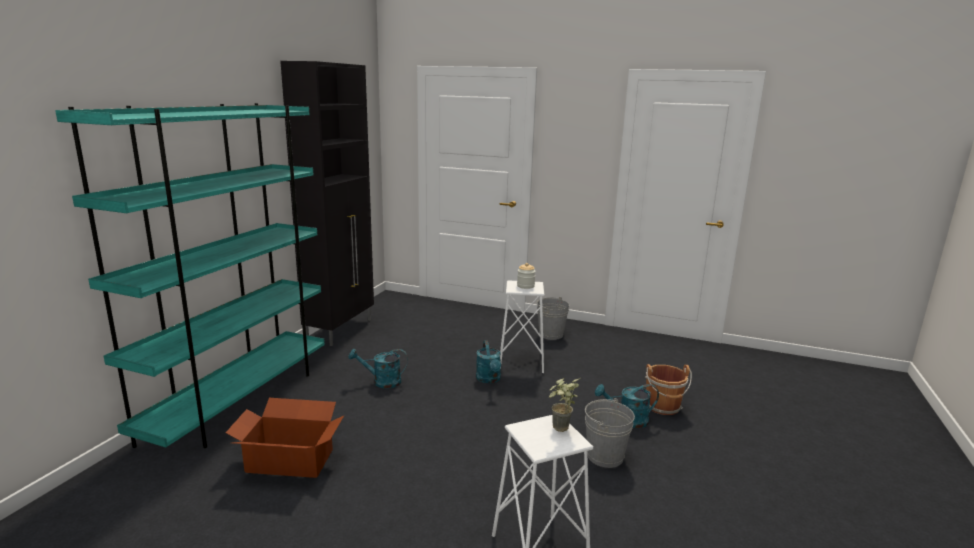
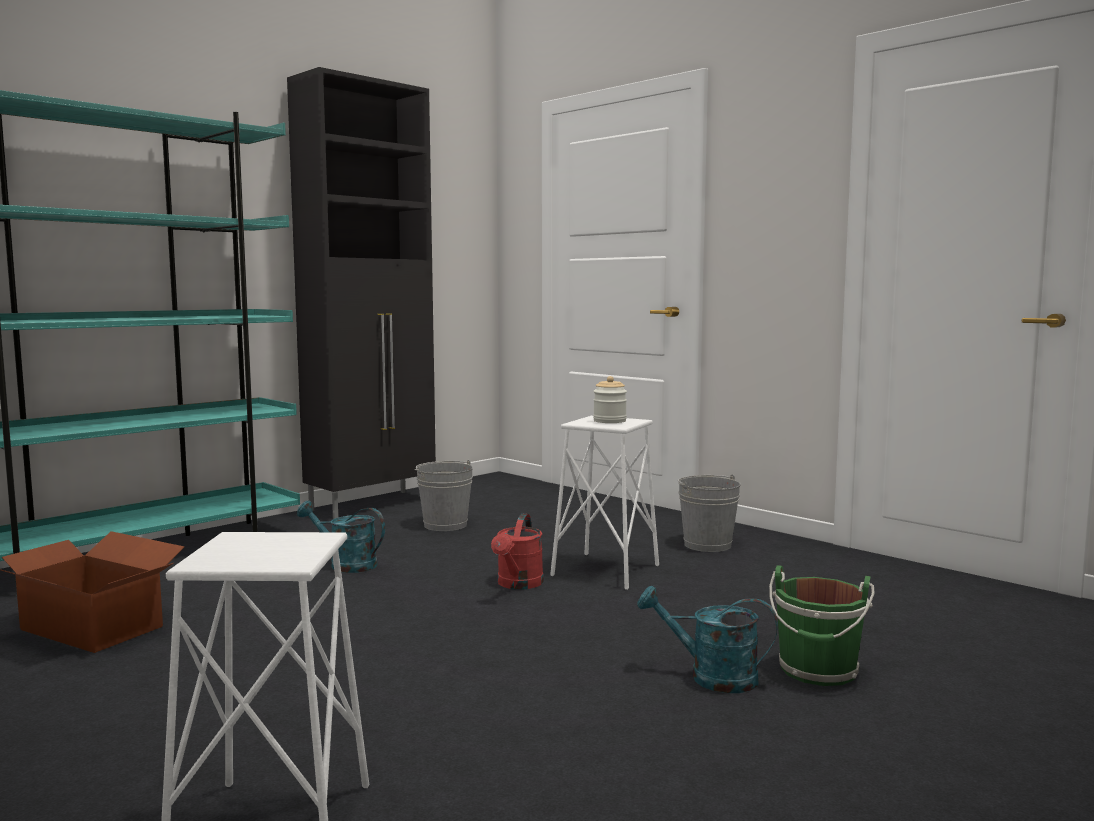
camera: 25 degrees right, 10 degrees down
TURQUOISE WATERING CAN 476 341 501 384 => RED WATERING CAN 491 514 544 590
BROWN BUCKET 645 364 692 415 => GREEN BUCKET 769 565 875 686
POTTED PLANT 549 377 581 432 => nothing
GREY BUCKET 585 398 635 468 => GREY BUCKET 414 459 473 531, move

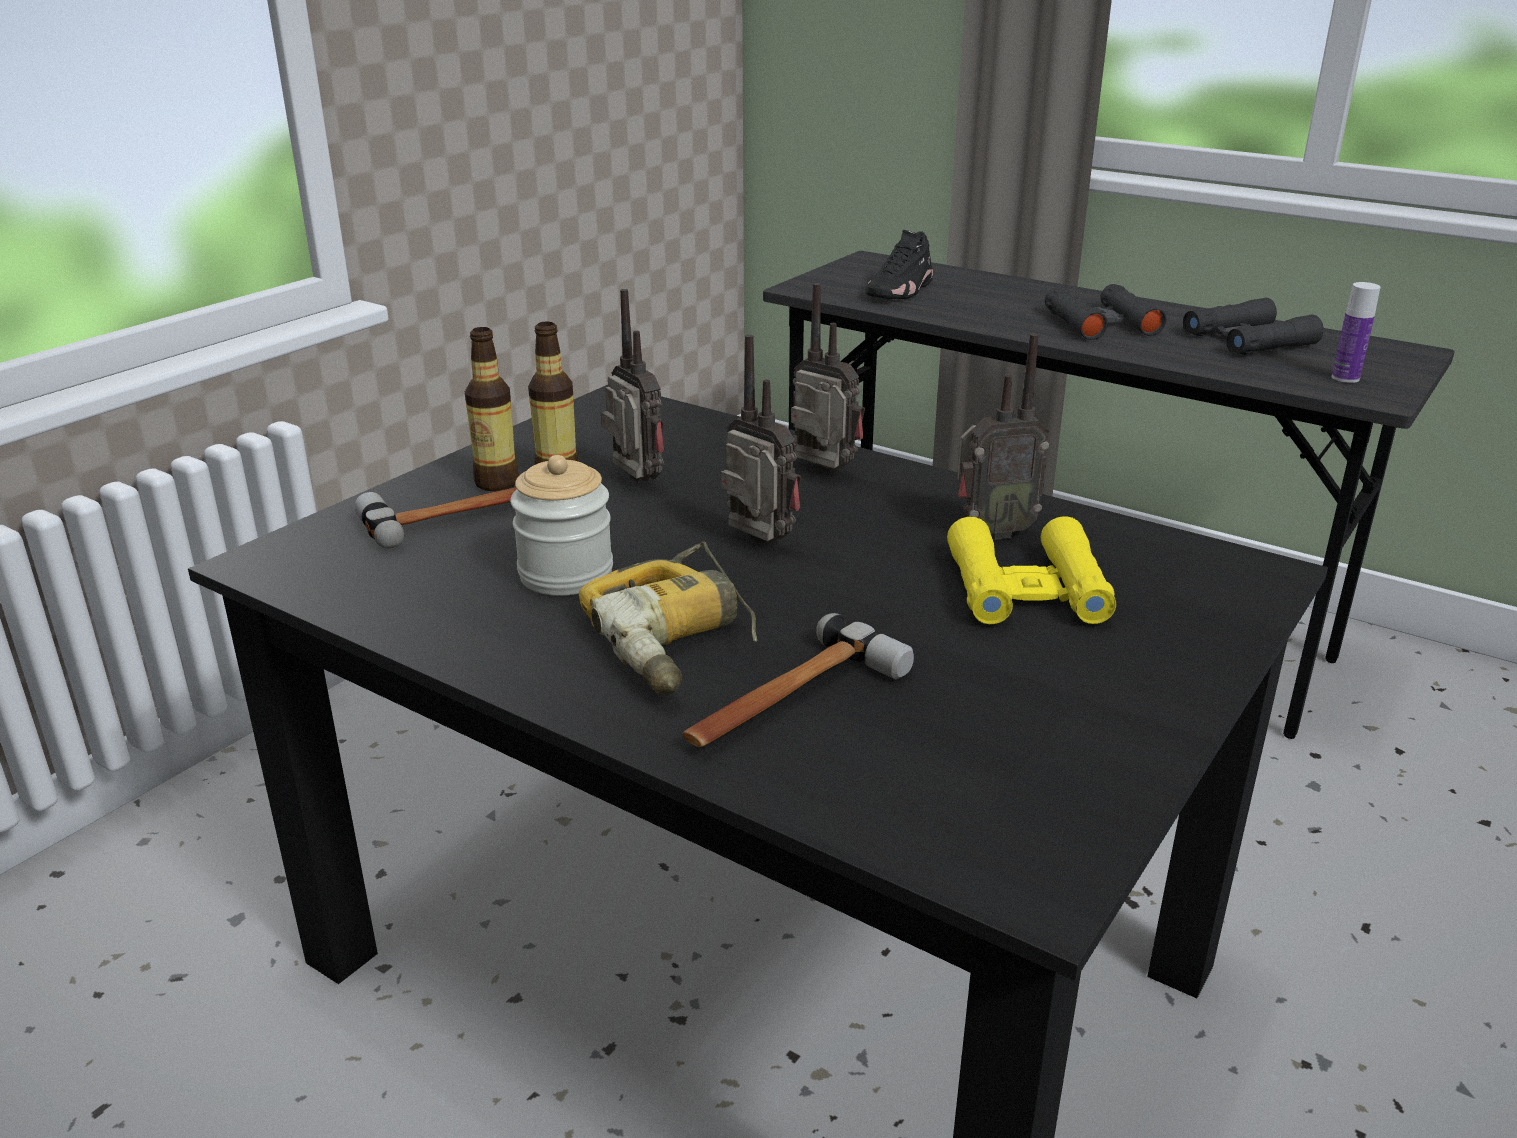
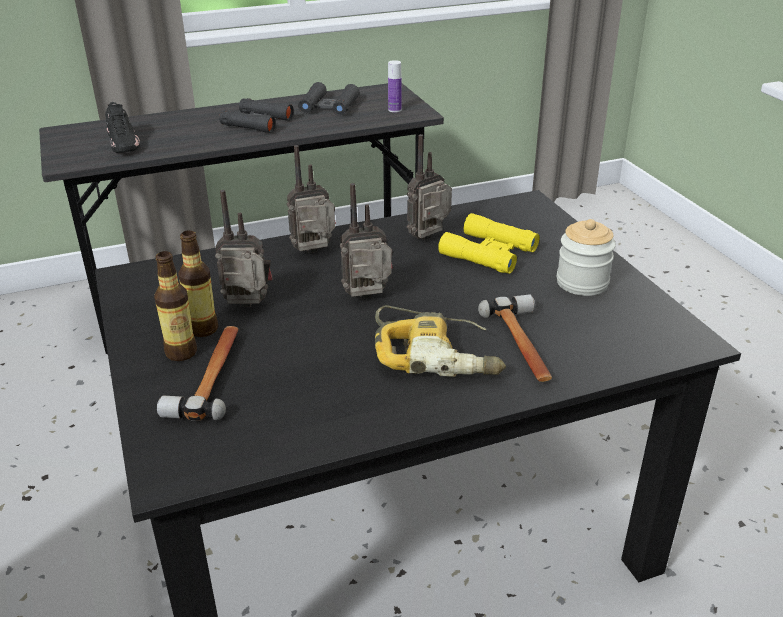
camera: 55 degrees left, 5 degrees up
RADIO 957 333 1049 540 => RADIO 407 134 452 240, 150 degrees counterclockwise
JAR 510 455 613 596 => JAR 557 219 616 296, move

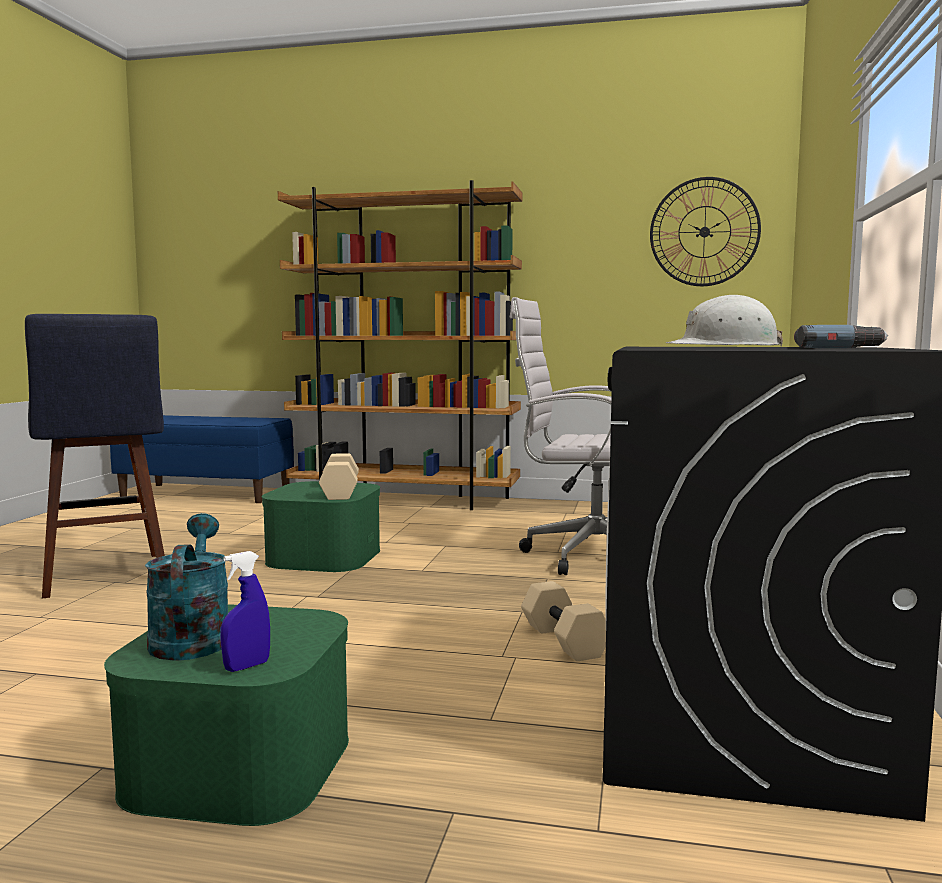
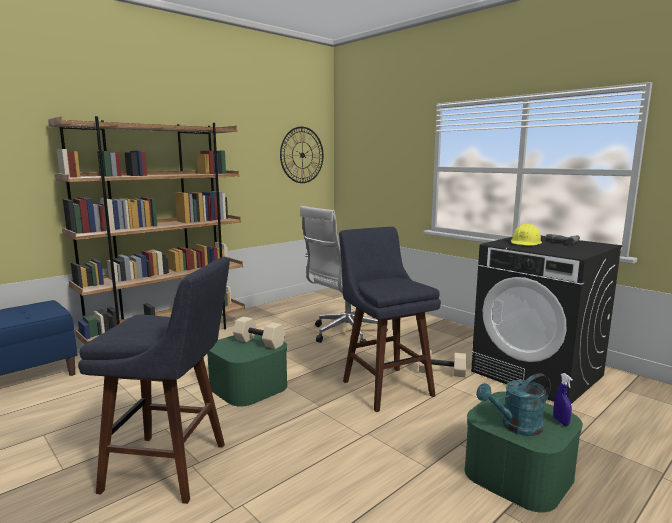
camera: 55 degrees left, 5 degrees up
WHITE HARD HAT 666 295 783 347 => YELLOW HARD HAT 511 224 542 246
TURQUOISE WATERING CAN 145 513 228 661 => TURQUOISE WATERING CAN 476 373 551 436, 45 degrees counterclockwise
nothing => BLUE STOOL 339 227 441 412

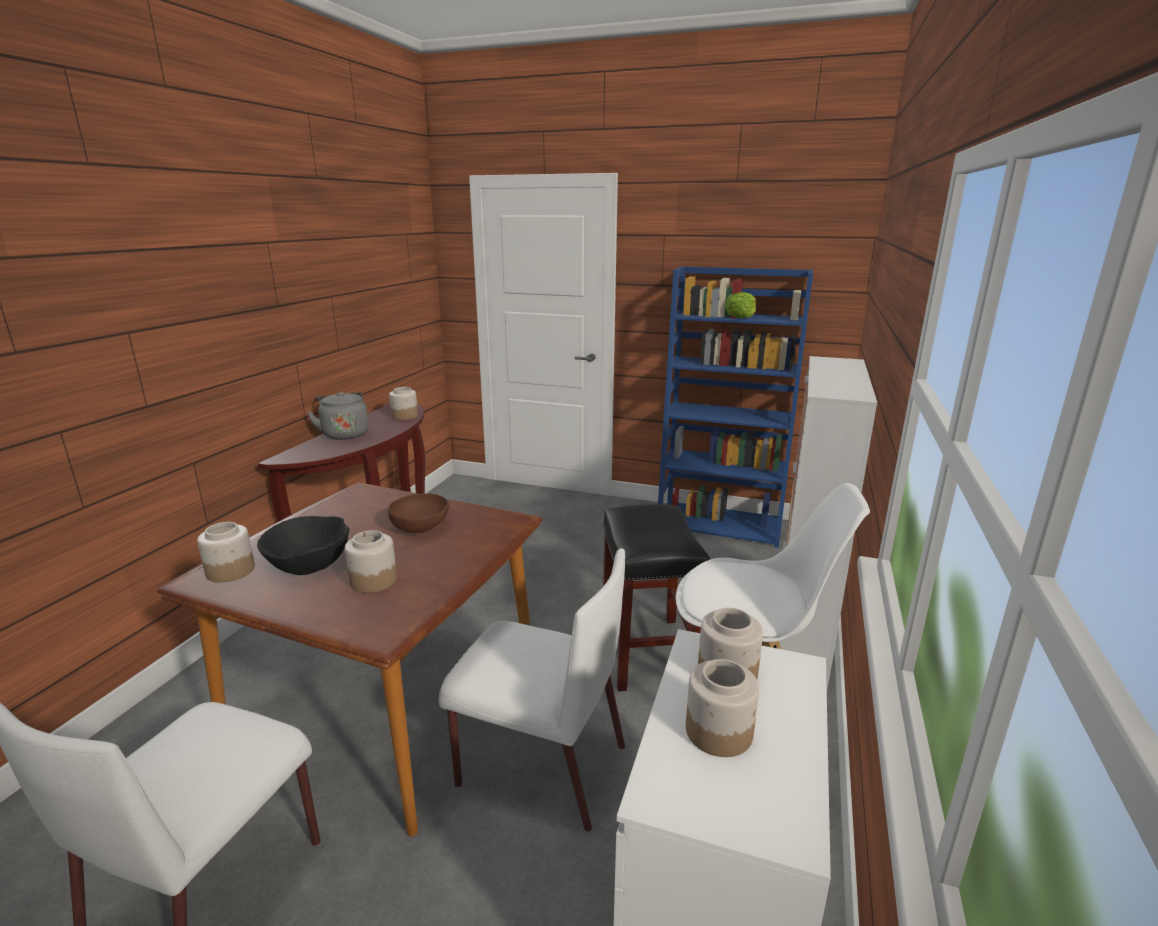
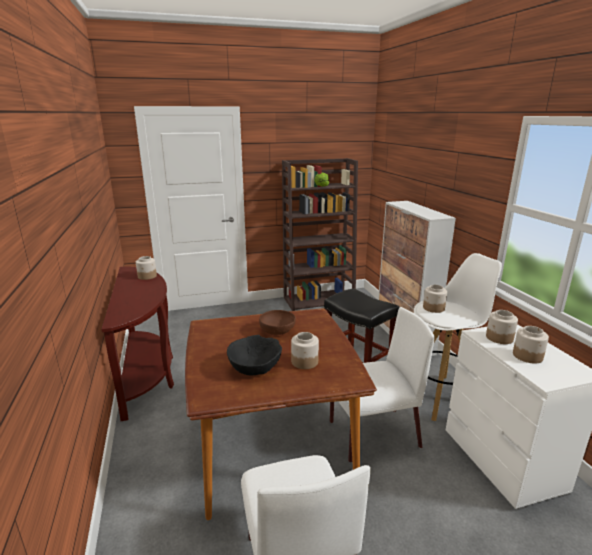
camera: 35 degrees left, 0 degrees up
BLUE BOOKCASE 658 266 813 548 => BROWN BOOKCASE 282 158 358 311
GREY KETTLE 307 392 369 440 => nothing
JAR 197 522 255 583 => JAR 423 285 447 313, move

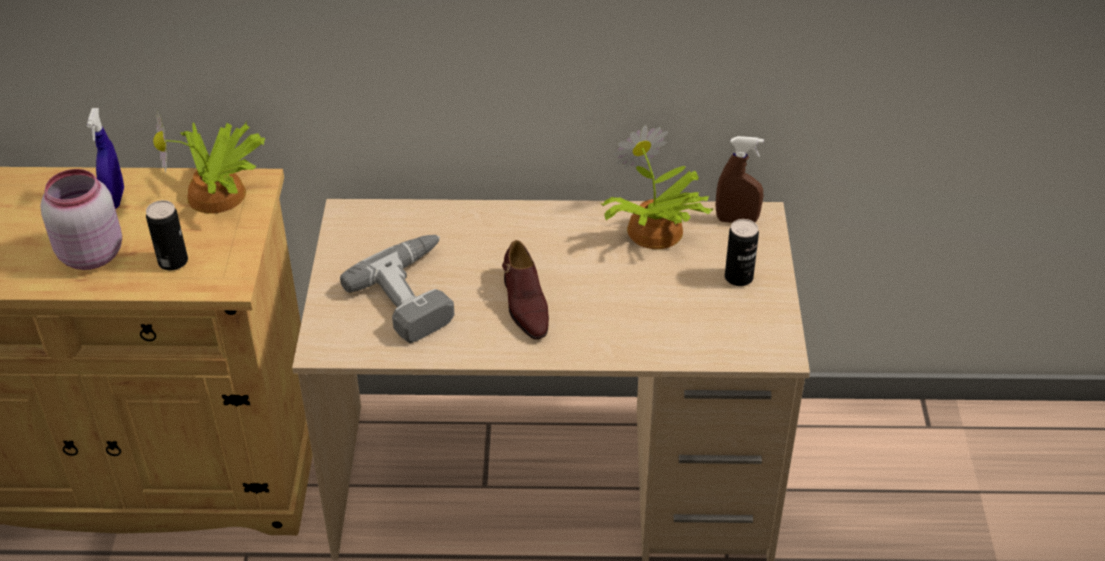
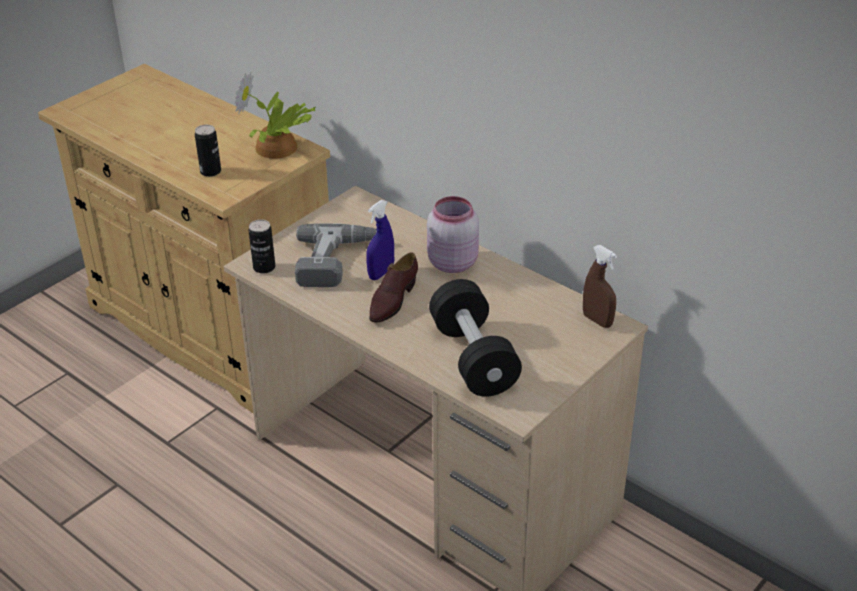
camera: 40 degrees right, 5 degrees down
BLUE SPRAY BOTTLE 87 108 124 209 => BLUE SPRAY BOTTLE 366 200 394 280, move
POTTED PLANT 600 125 714 249 => nothing
PINK JAR 40 169 122 270 => PINK JAR 427 196 479 273, move
CAN 725 219 759 286 => CAN 249 219 275 274, move
nothing => BLACK DUMBBELL 429 279 522 397

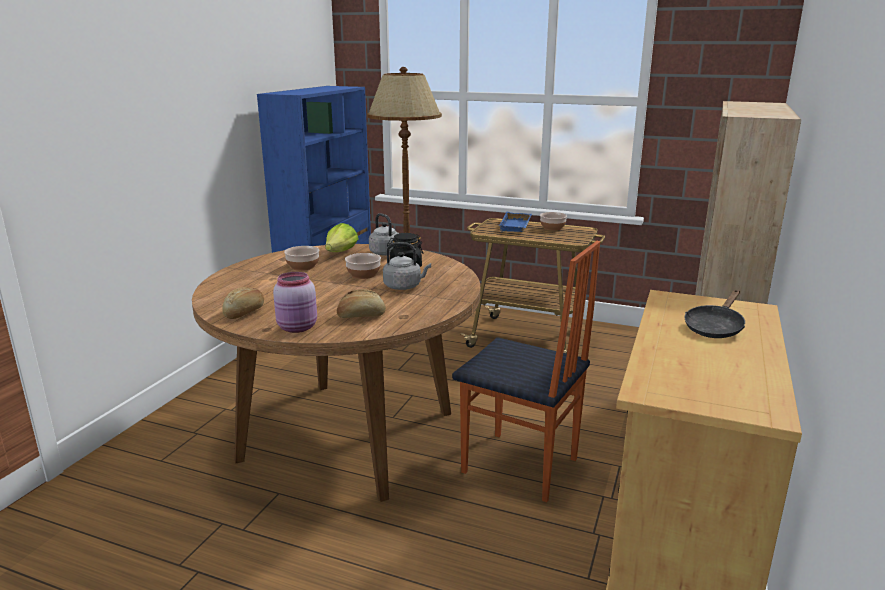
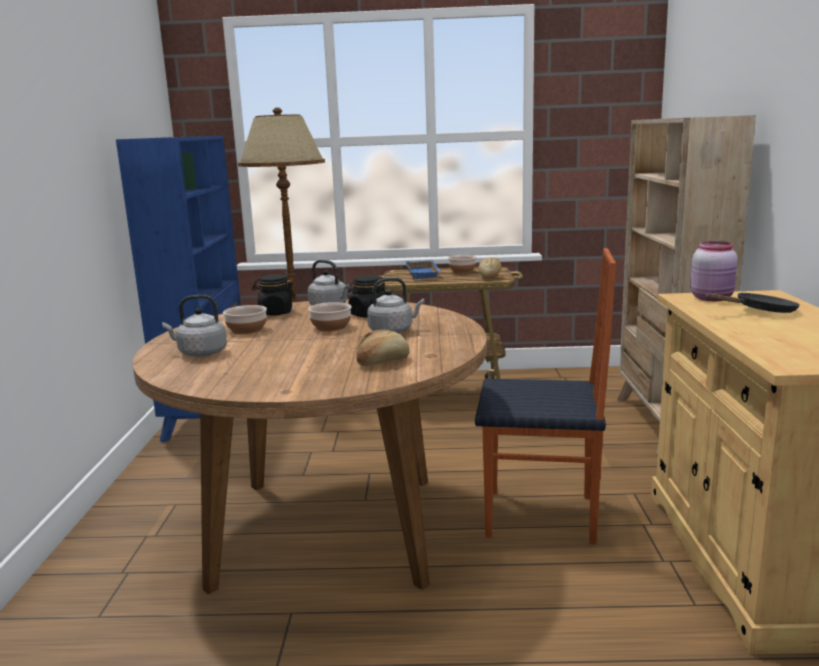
camera: 20 degrees left, 5 degrees down
LETTUCE 325 223 359 252 => BLACK JAR 252 275 295 315
PINK JAR 273 272 317 333 => PINK JAR 690 241 738 301, move
BREAD 222 287 264 319 => BREAD 478 257 501 279, move
BLACK FRYING PAN 684 290 745 338 => BLACK FRYING PAN 705 293 800 313, 120 degrees counterclockwise
nothing => GREY KETTLE 162 295 227 357

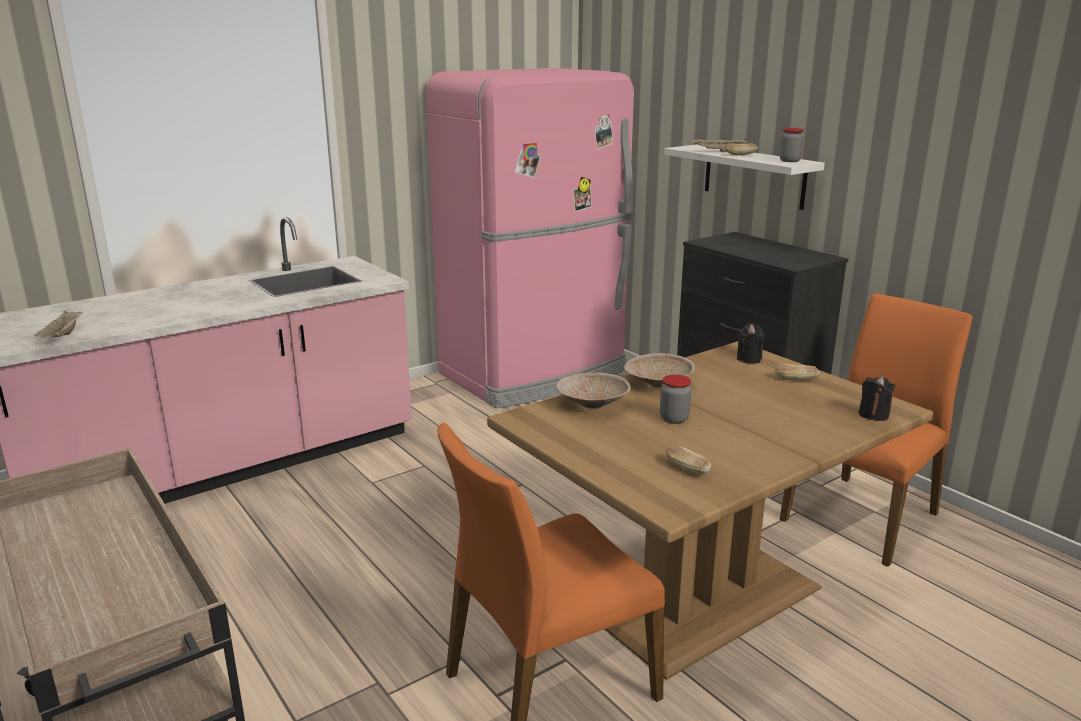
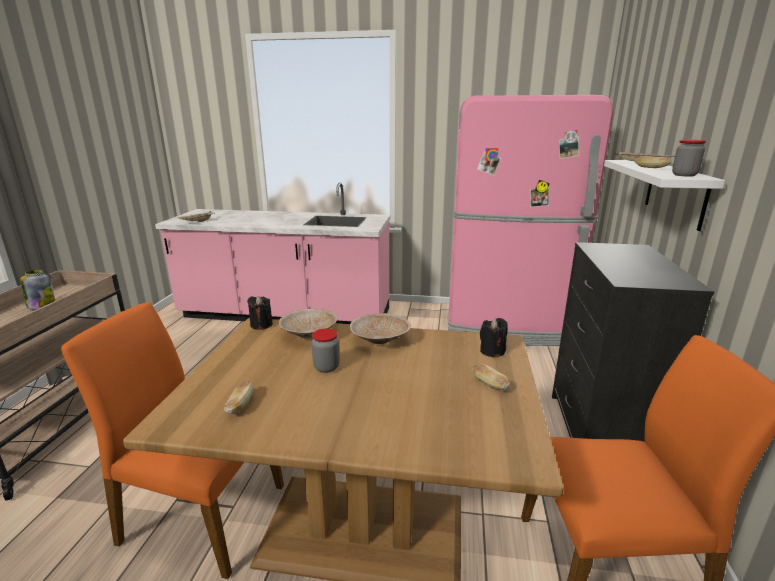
camera: 45 degrees right, 0 degrees up
BLACK CANDLE 859 376 895 421 => BLACK CANDLE 247 296 273 330, move
nothing => JAR 20 270 55 309

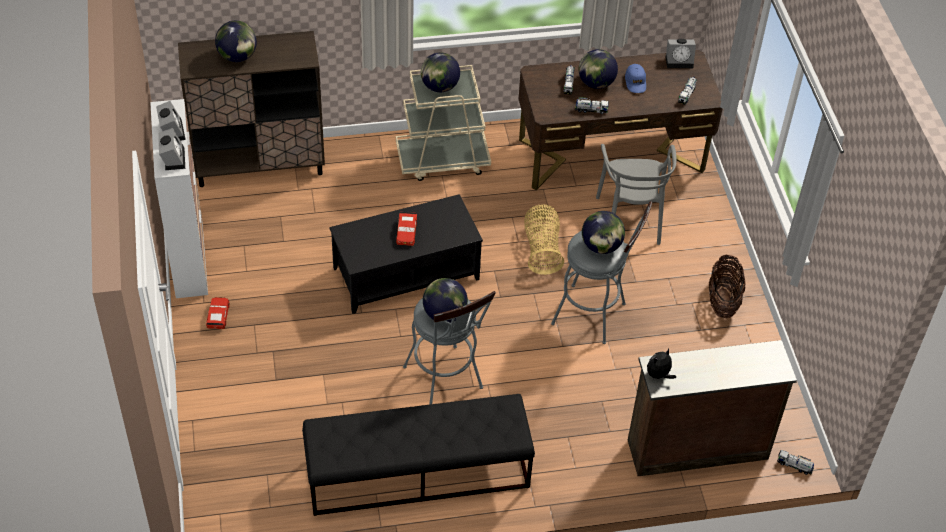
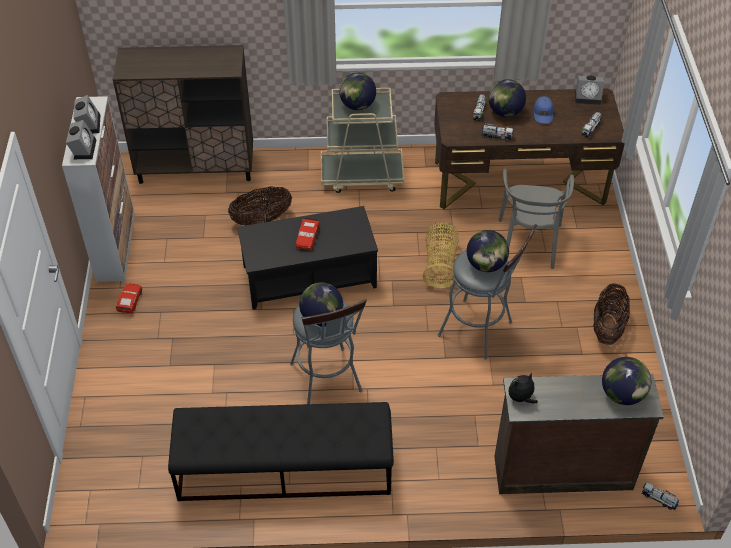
camera: 10 degrees right, 0 degrees up
GLOBE 215 21 257 62 => GLOBE 602 357 651 405, move
nothing => BASKET 228 186 292 226

